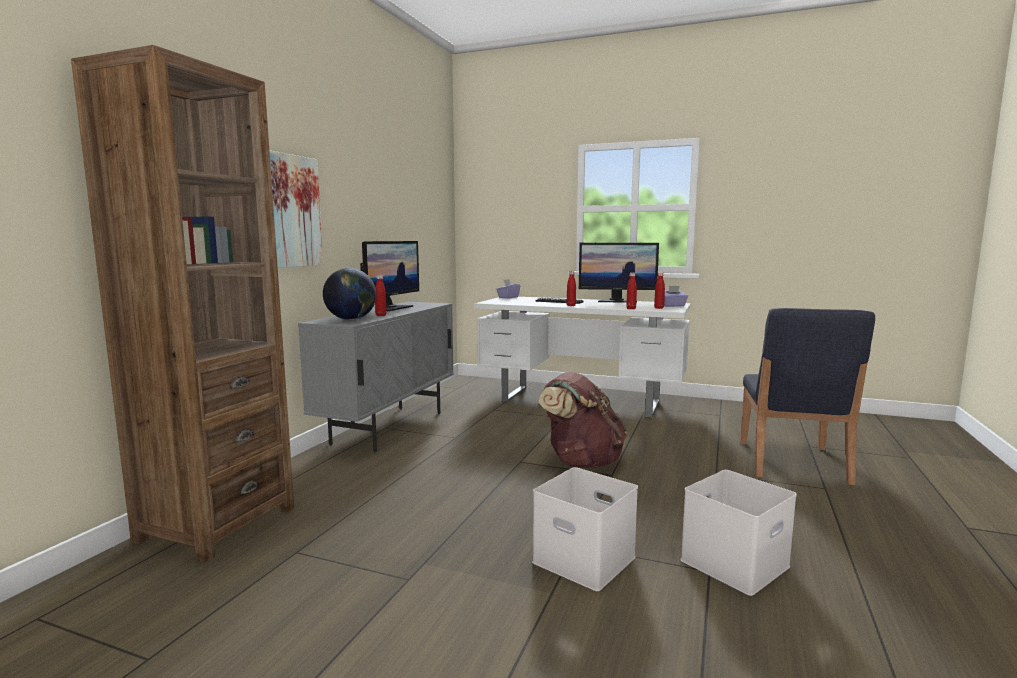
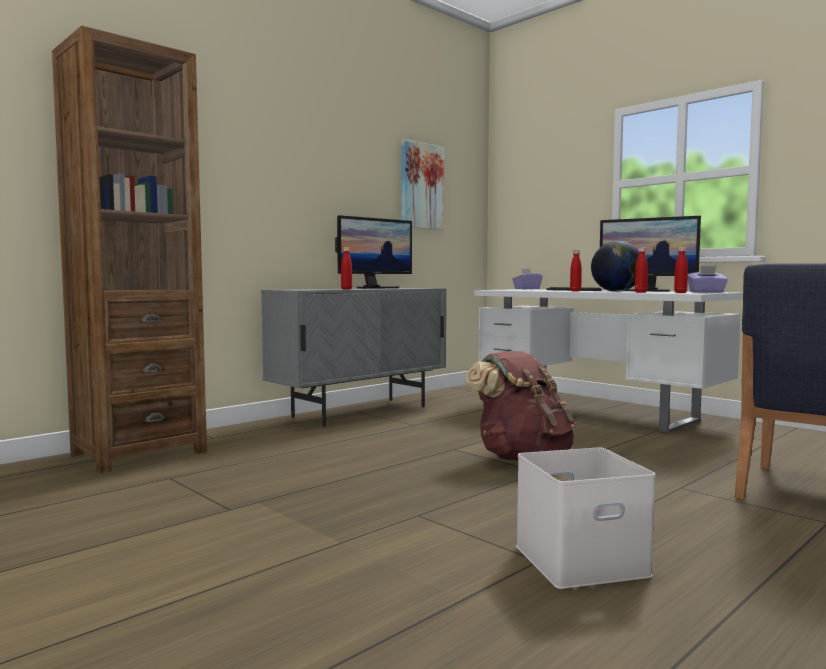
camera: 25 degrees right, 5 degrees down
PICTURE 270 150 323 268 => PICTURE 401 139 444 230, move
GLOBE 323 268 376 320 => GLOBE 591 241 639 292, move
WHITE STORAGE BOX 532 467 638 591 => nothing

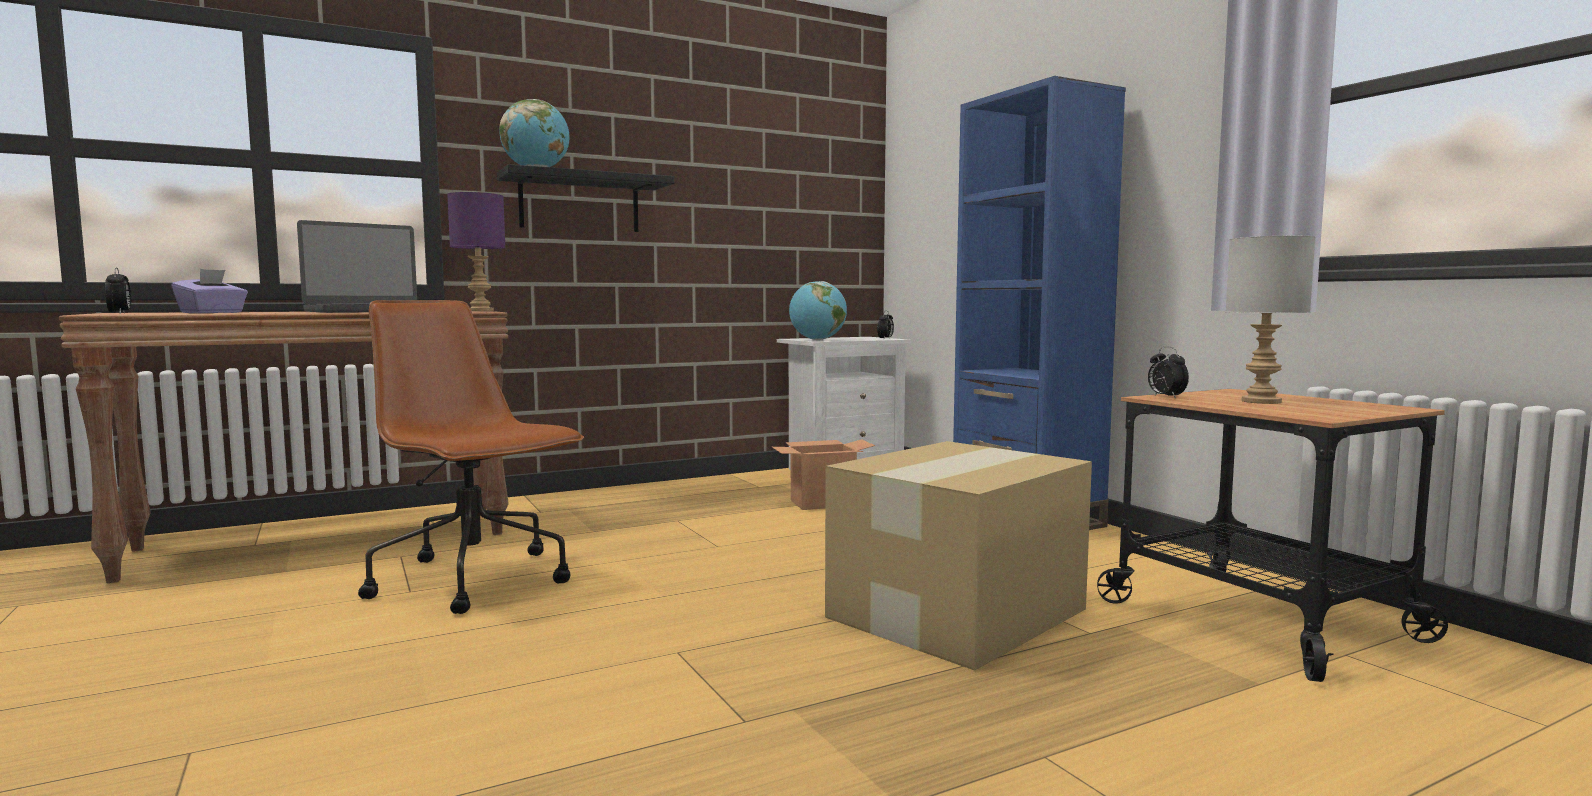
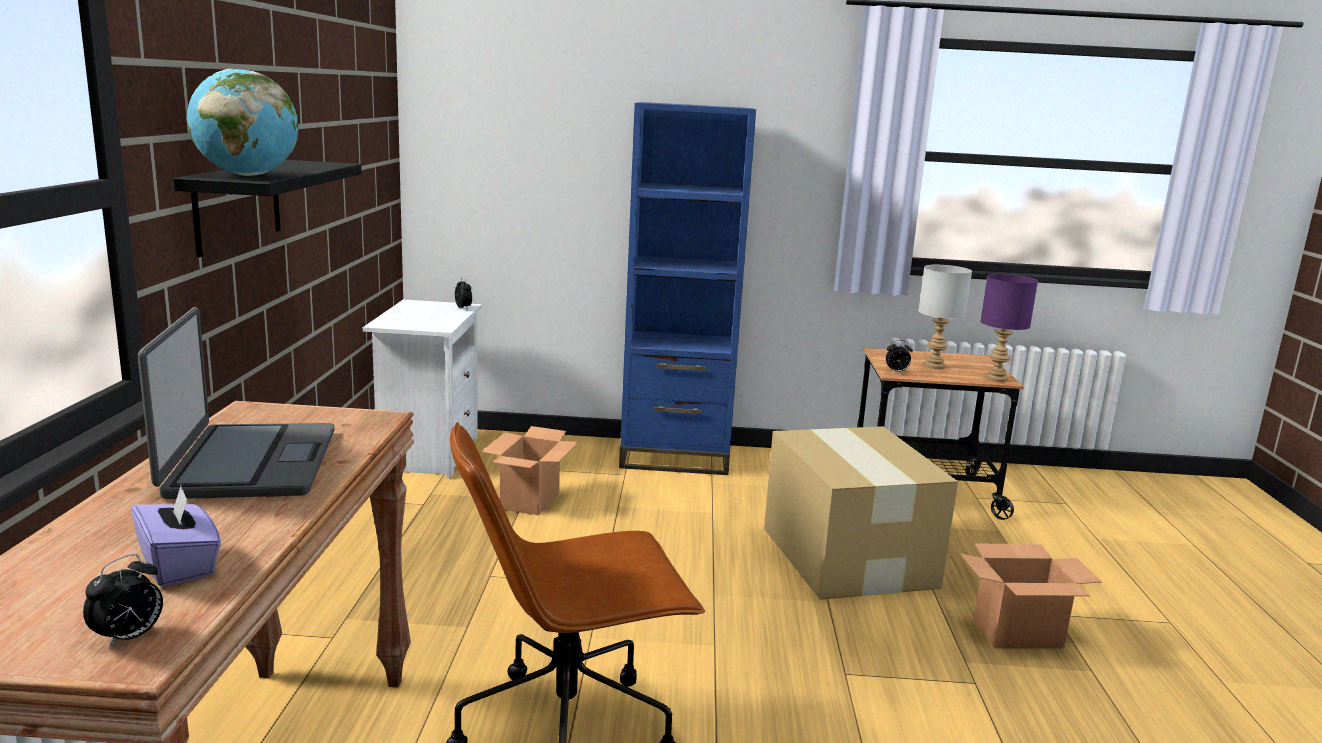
camera: 60 degrees left, 10 degrees up
PURPLE TABLE LAMP 447 192 505 311 => PURPLE TABLE LAMP 980 274 1038 382, move
ALARM CLOCK 105 268 131 314 => ALARM CLOCK 83 554 163 650, 120 degrees clockwise
GLOBE 789 281 847 340 => nothing
nothing => CARDBOARD BOX 961 543 1102 648

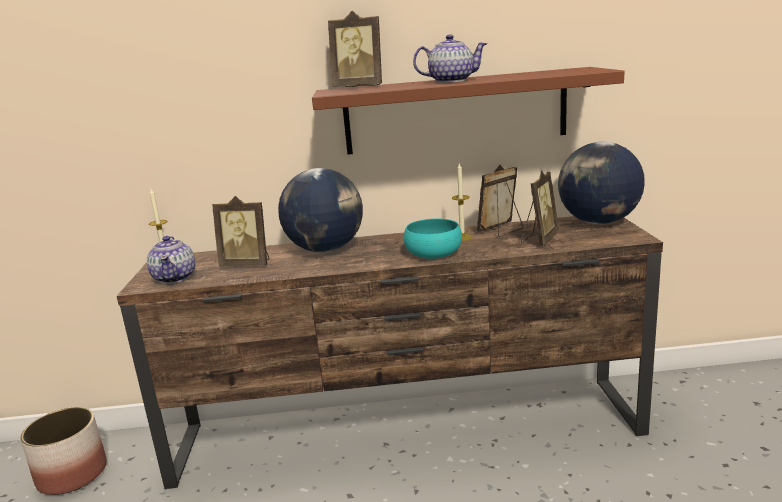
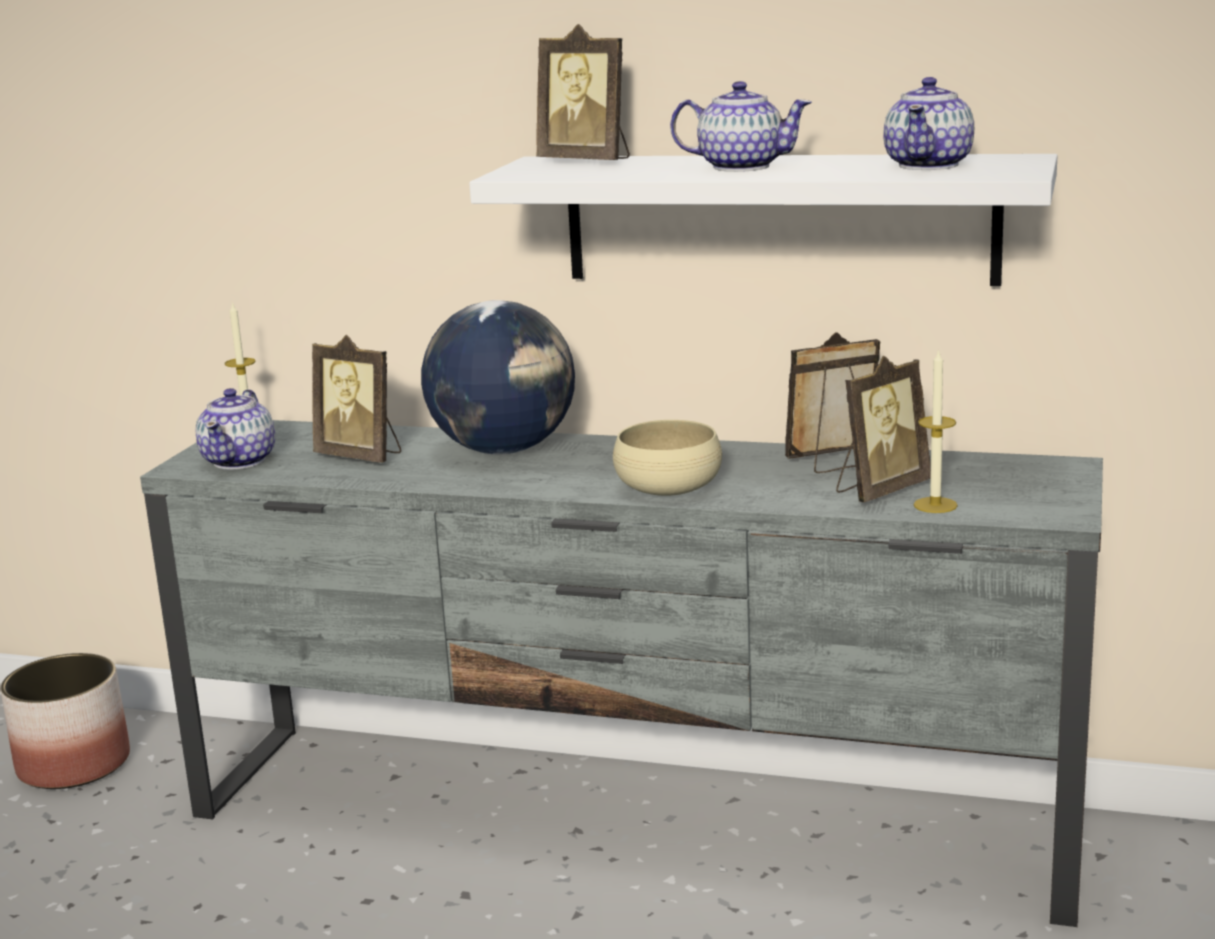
camera: 20 degrees right, 0 degrees up
BROWN SHELF 312 67 625 155 => WHITE SHELF 469 154 1058 286
GLOBE 558 142 645 224 => nothing
CANDLE 452 163 473 241 => CANDLE 914 349 958 513, move
BROWN TV STAND 117 216 663 489 => GREY TV STAND 140 420 1103 927
TURQUOISE BOWL 404 219 462 259 => BEIGE BOWL 613 420 722 496
nothing => TEAPOT 884 77 974 170

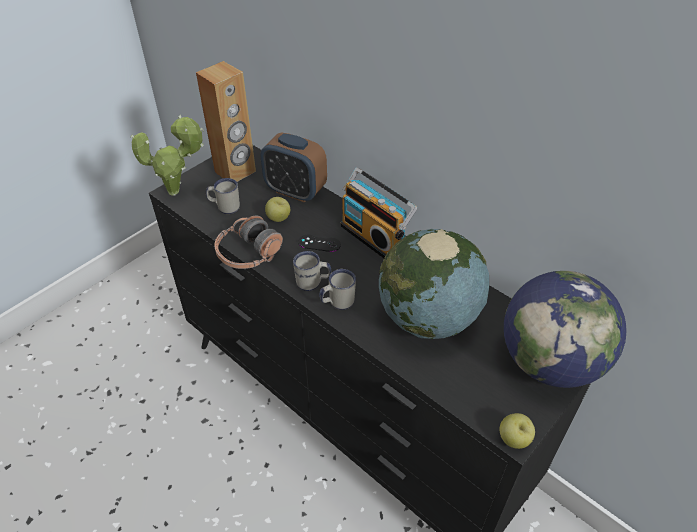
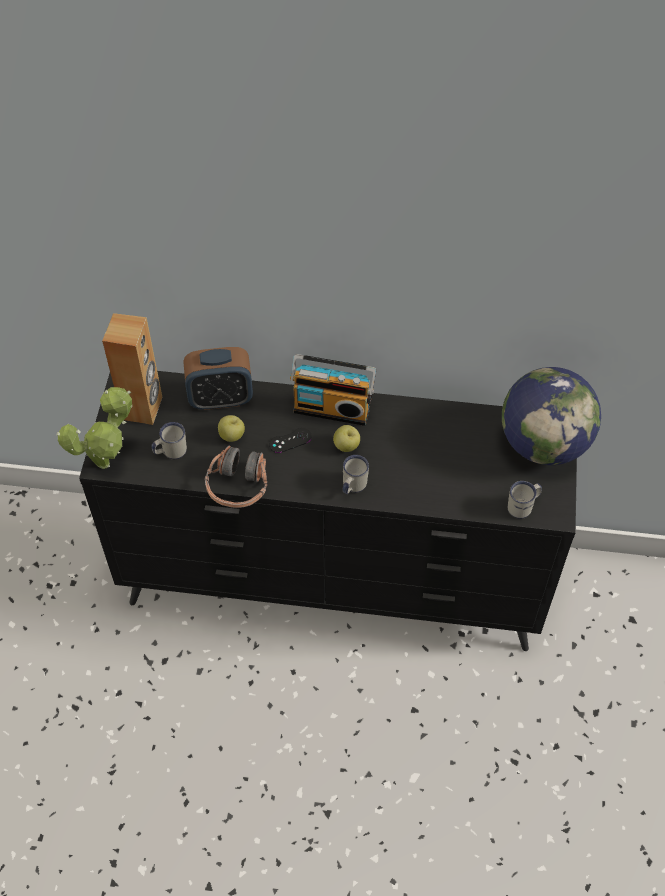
camera: 35 degrees left, 10 degrees up
GLOBE 379 229 489 339 => nothing
WHITE MUG 293 251 331 291 => WHITE MUG 508 481 542 519, move
APPLE 500 413 535 449 => APPLE 333 425 360 452, move

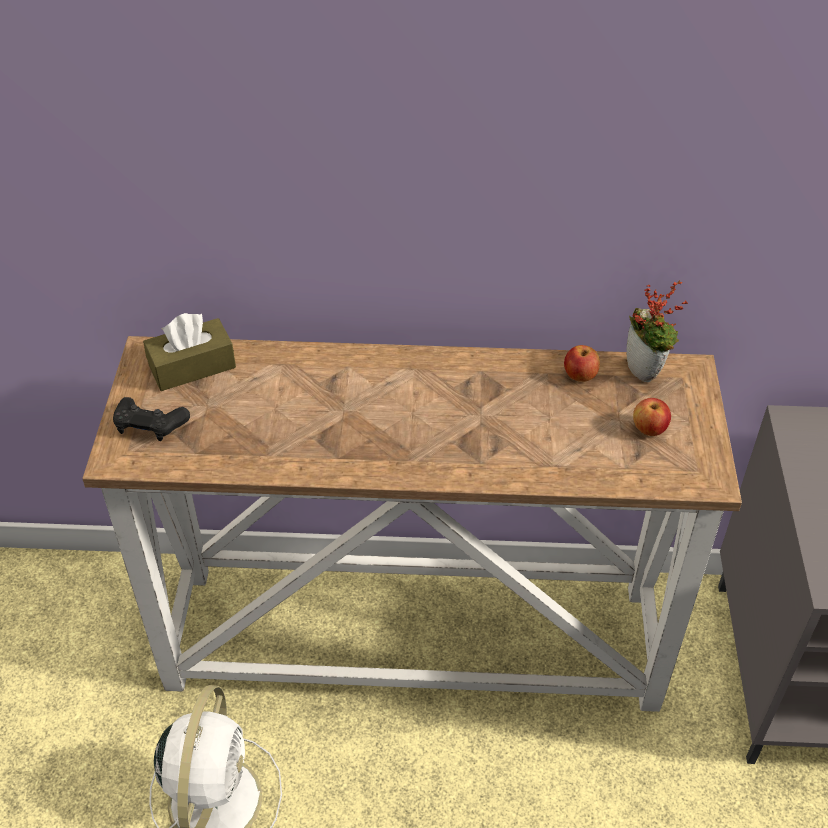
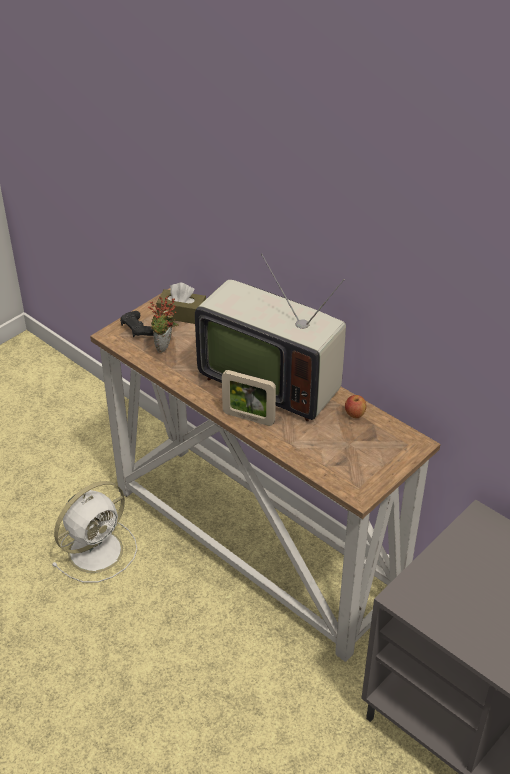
camera: 40 degrees right, 5 degrees down
POTTED PLANT 626 280 688 382 => POTTED PLANT 148 296 179 353, move
APPLE 633 398 671 436 => nothing
nothing => TELEVISION 195 253 346 422
nothing => PICTURE FRAME 222 370 276 426

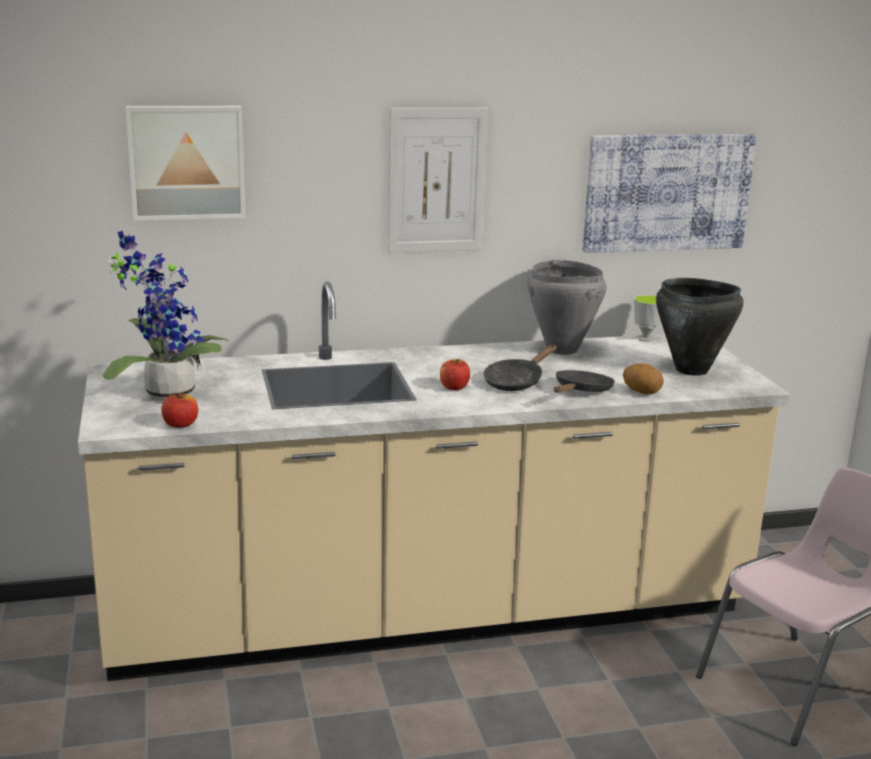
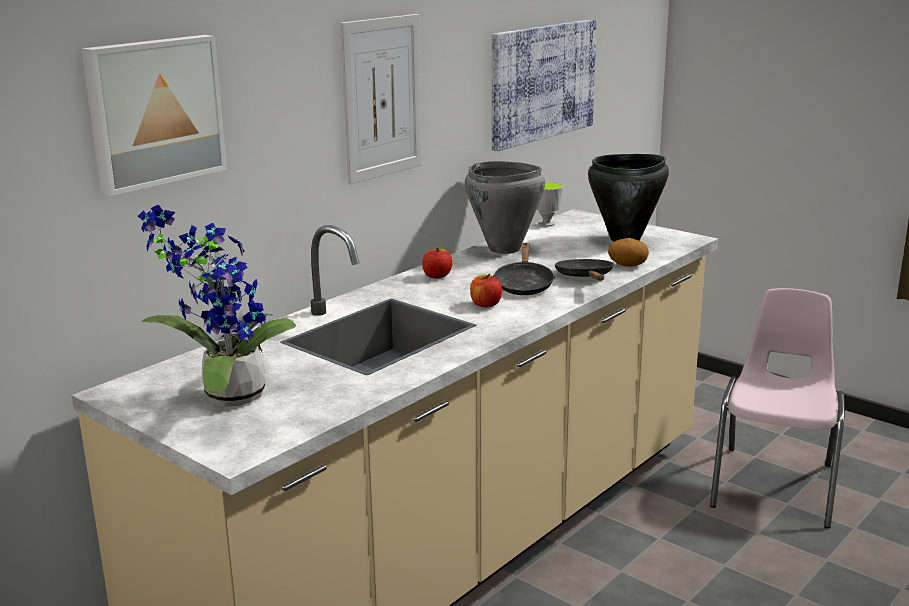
camera: 35 degrees left, 0 degrees up
APPLE 162 394 198 428 => APPLE 422 248 452 279, move

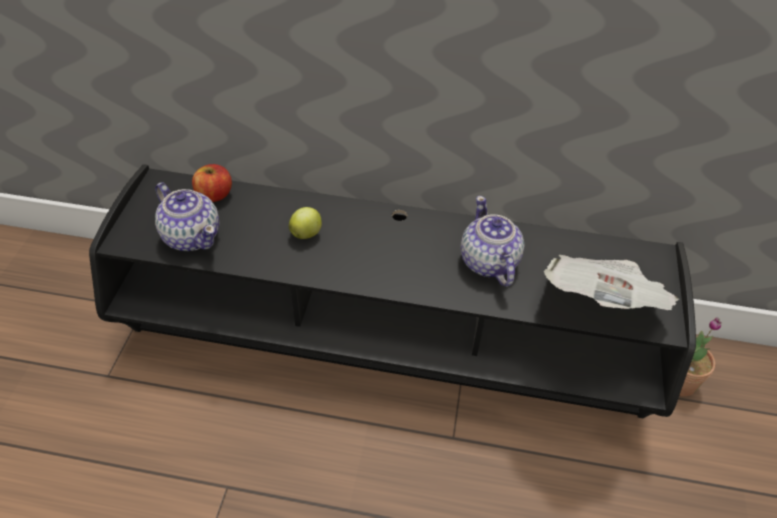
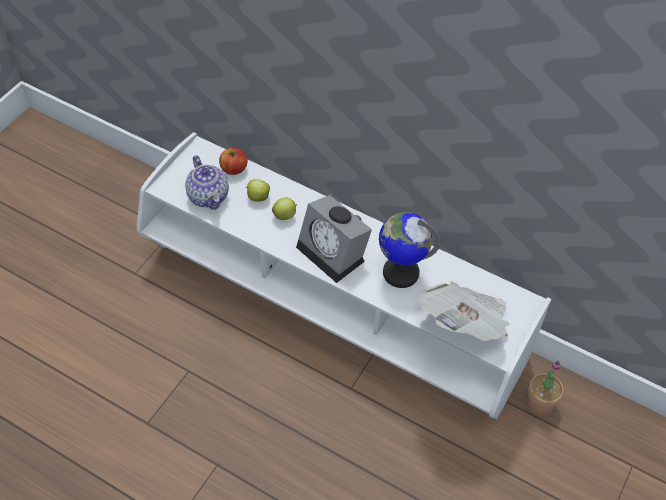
camera: 20 degrees right, 5 degrees up
BLACK TV STAND 89 164 696 418 => WHITE TV STAND 137 132 551 420
TEAPOT 460 196 524 287 => GLOBE 379 212 441 288
nothing => APPLE 245 179 270 202
nothing => ALARM CLOCK 296 195 372 283

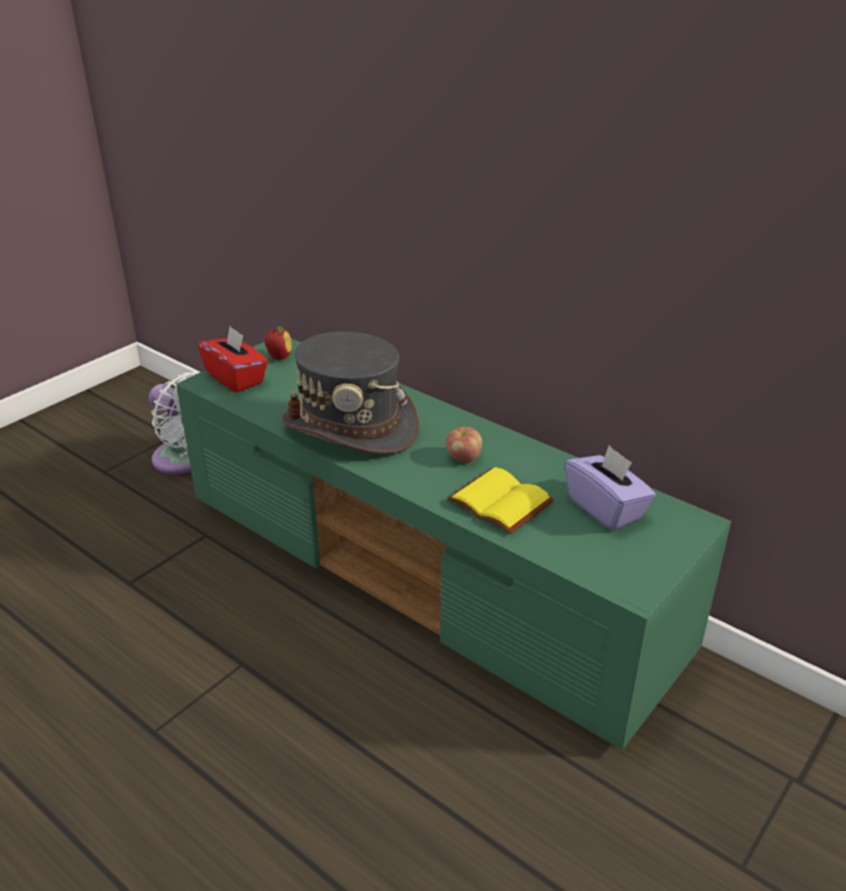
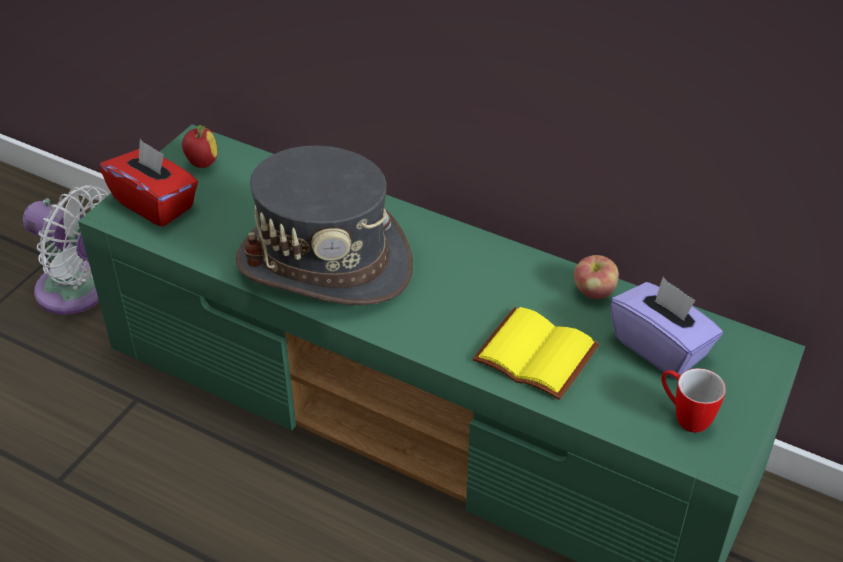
camera: 10 degrees left, 10 degrees up
APPLE 446 427 482 462 => APPLE 574 255 619 299, move
nothing => MUG 661 368 726 433

